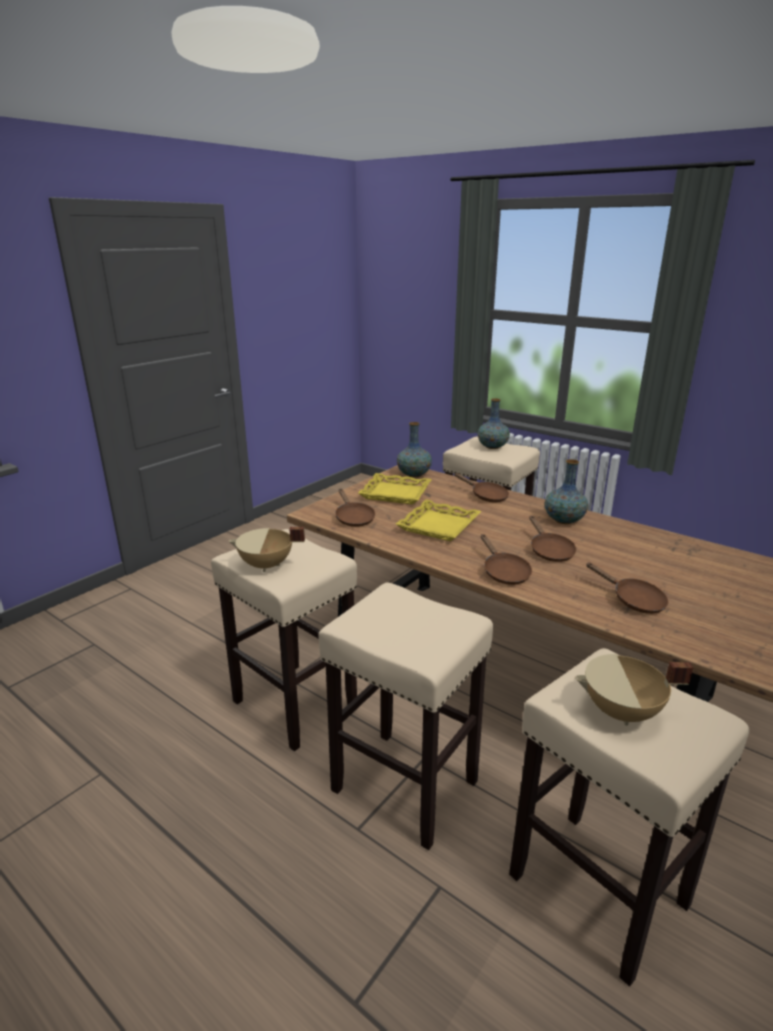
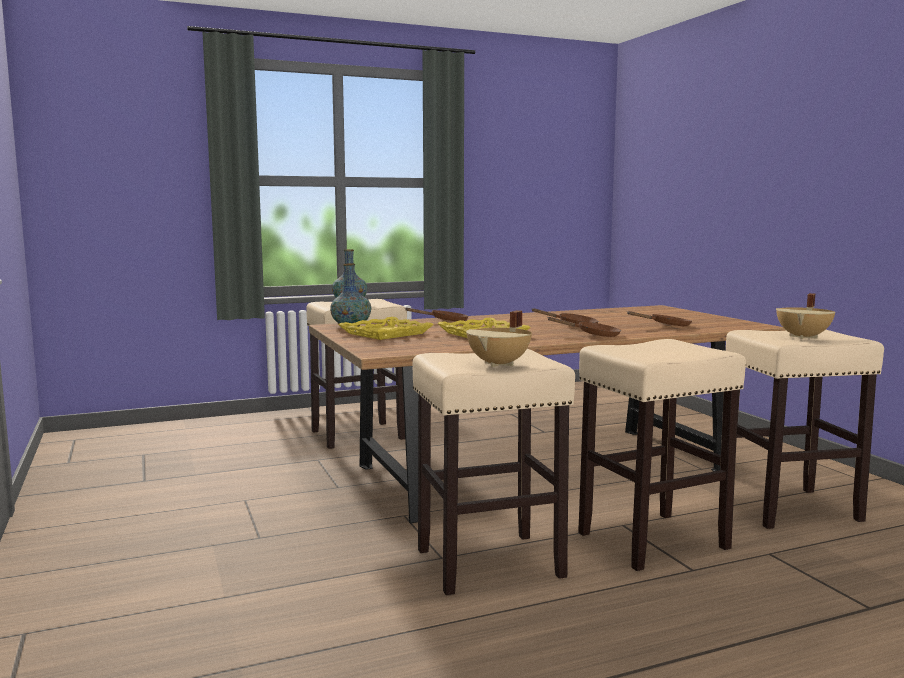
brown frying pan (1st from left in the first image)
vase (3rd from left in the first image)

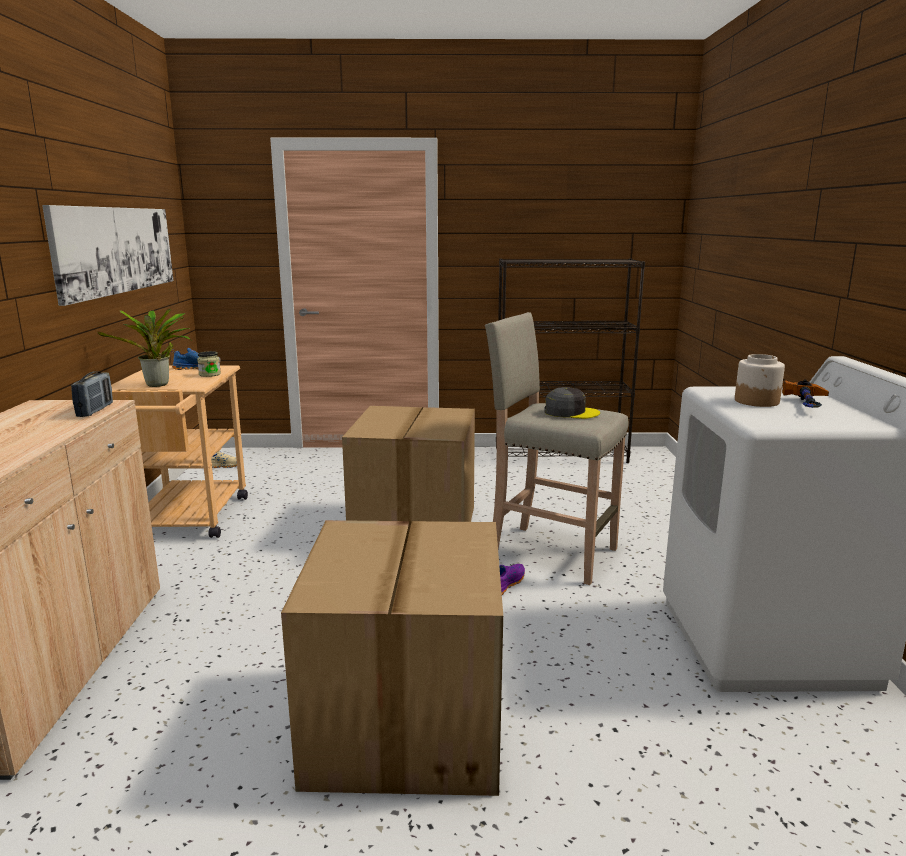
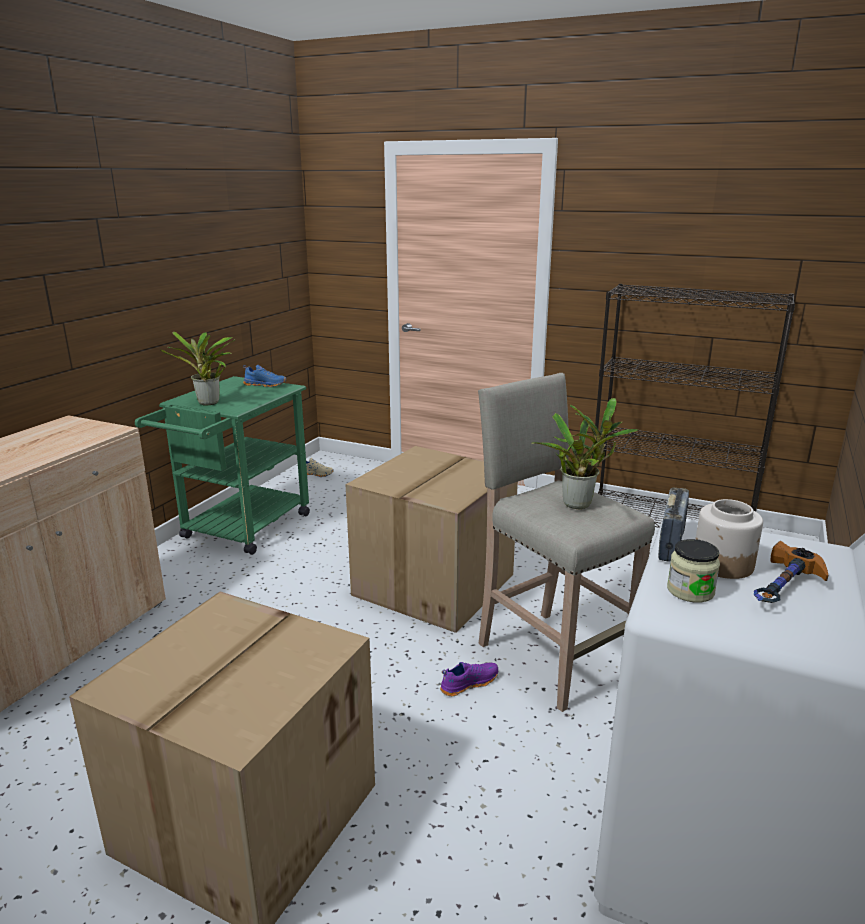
green cart
potted plant (2nd from left)
radio
jar (1st from left)
picture

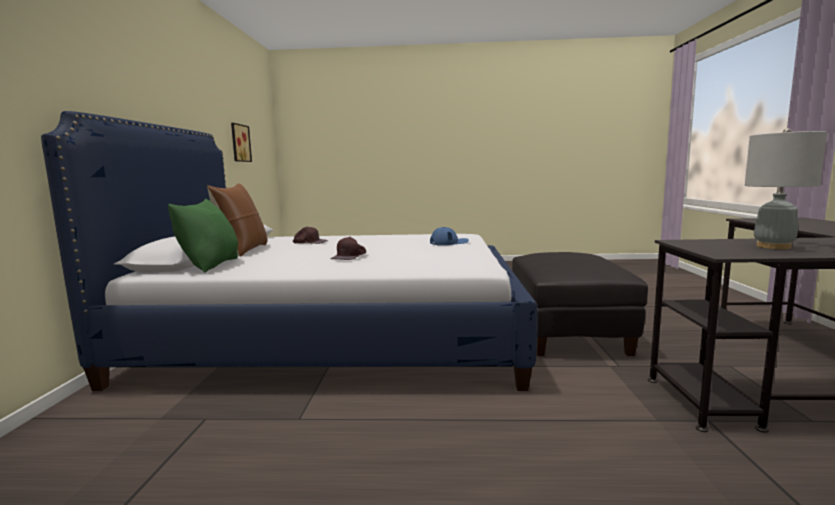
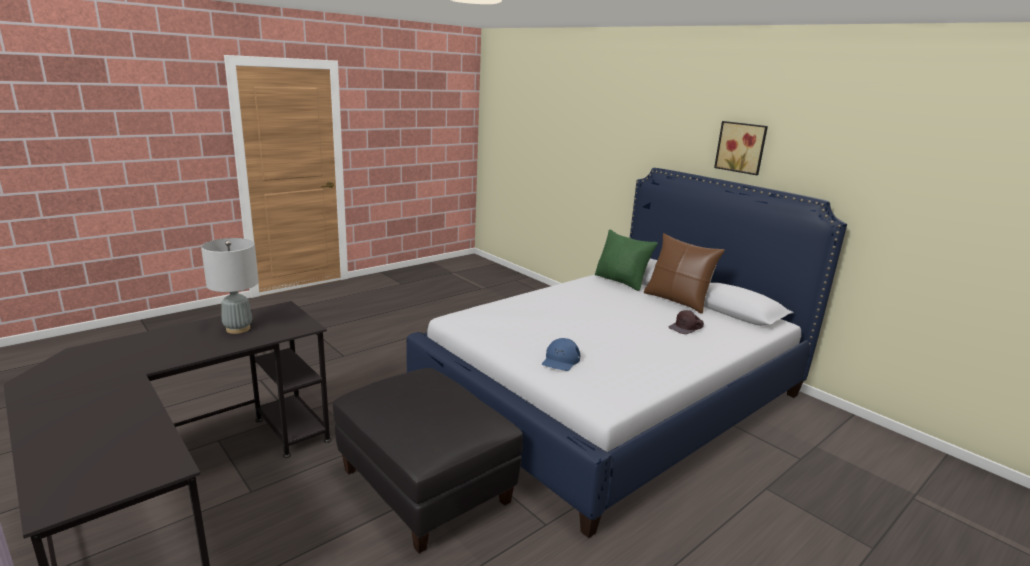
picture
brown cap (2nd from left in the first image)

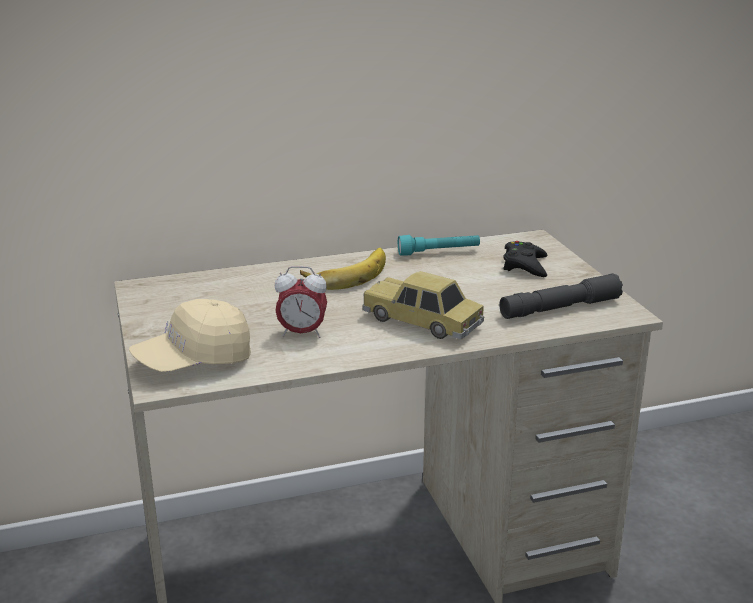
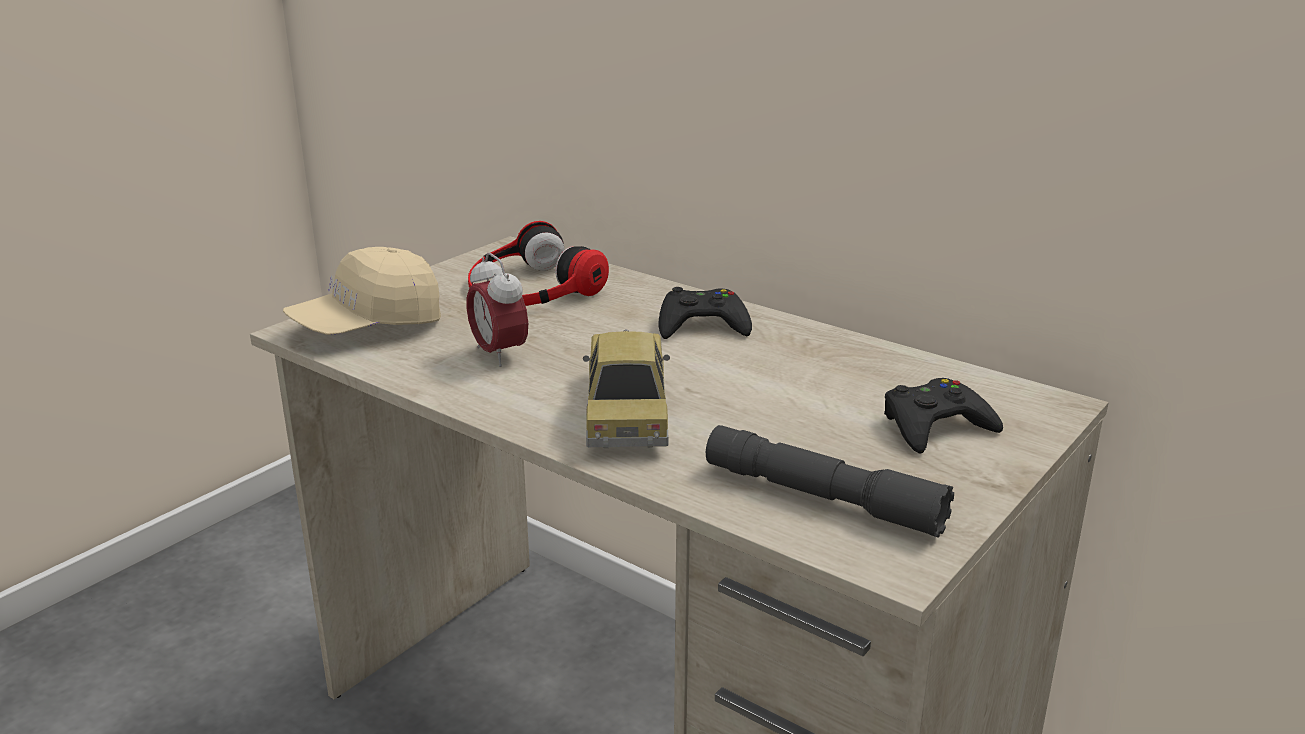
beige cap
headphones
black game controller (1st from left)
turquoise flashlight

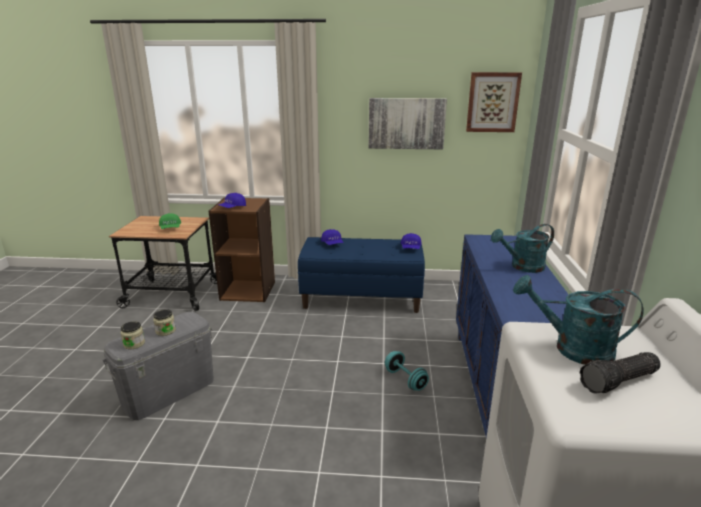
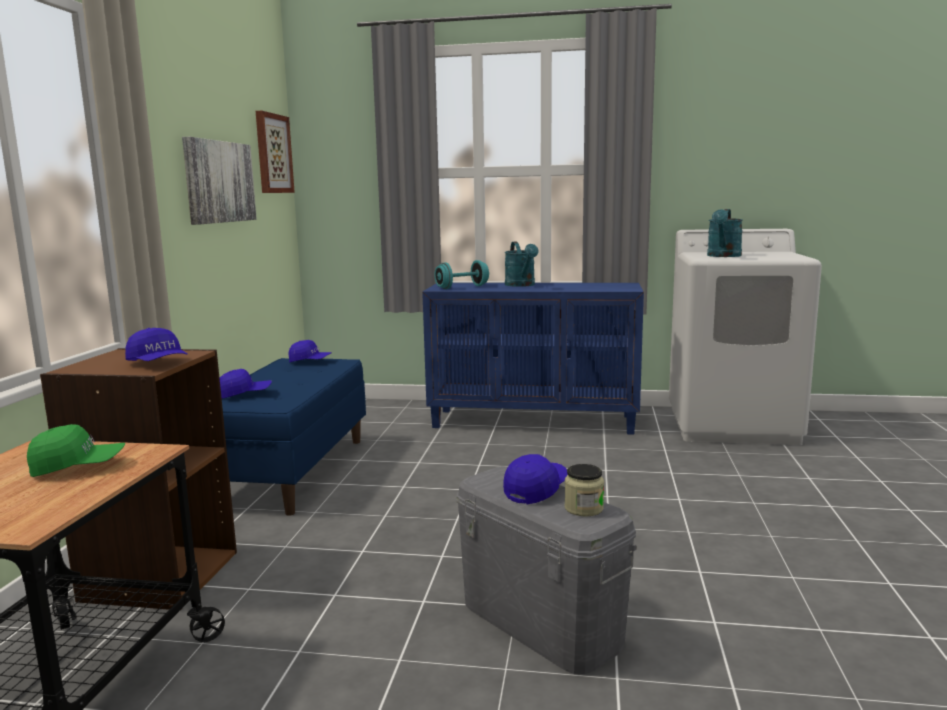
turquoise dumbbell
blue cap (4th from left)
flashlight

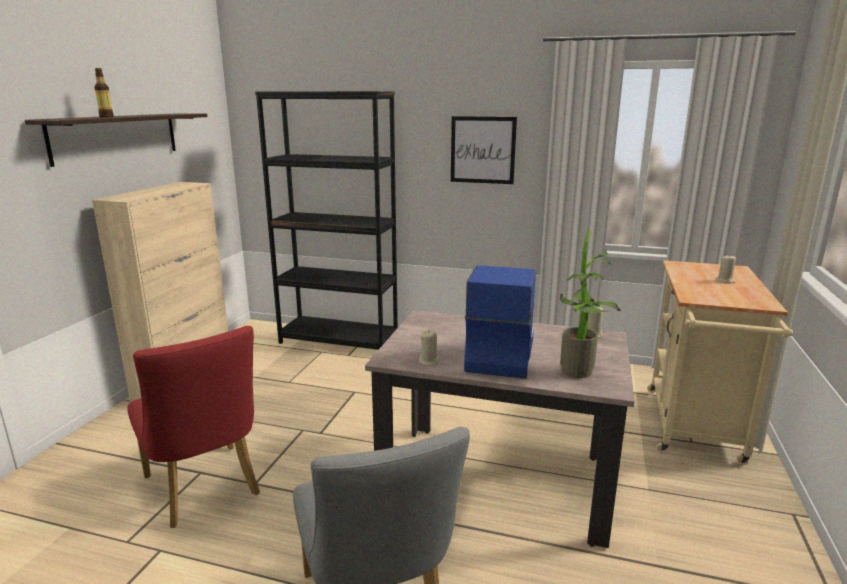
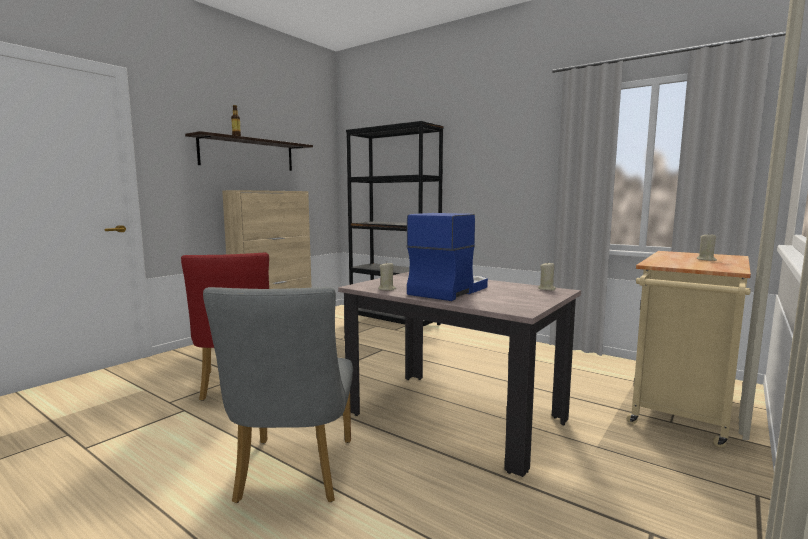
picture
potted plant

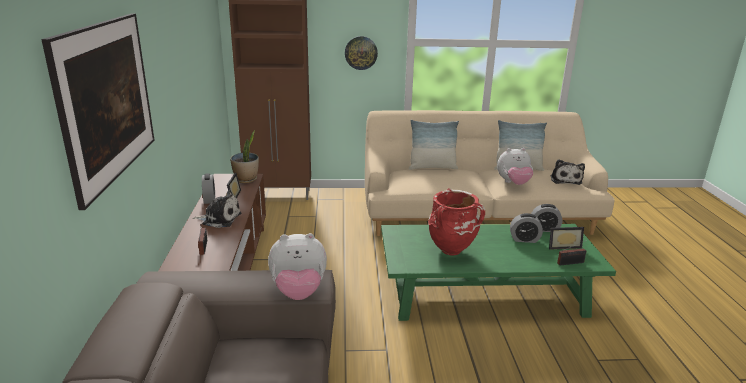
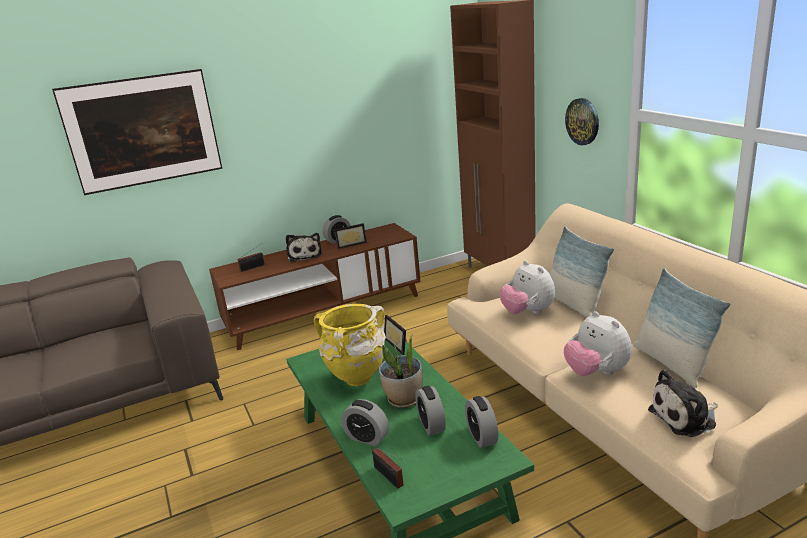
yellow vase
alarm clock (2nd from left)
potted plant
picture frame (2nd from left)
plush toy (2nd from left)

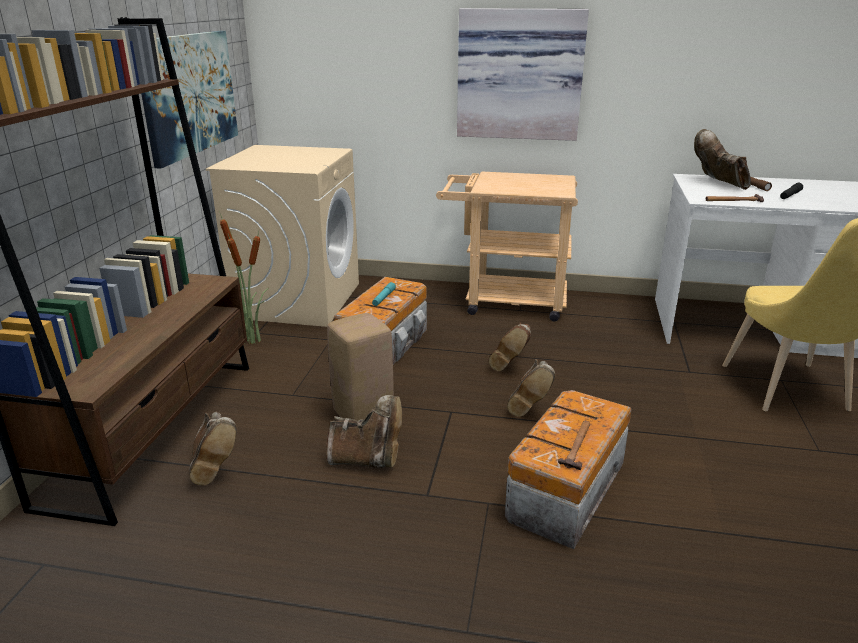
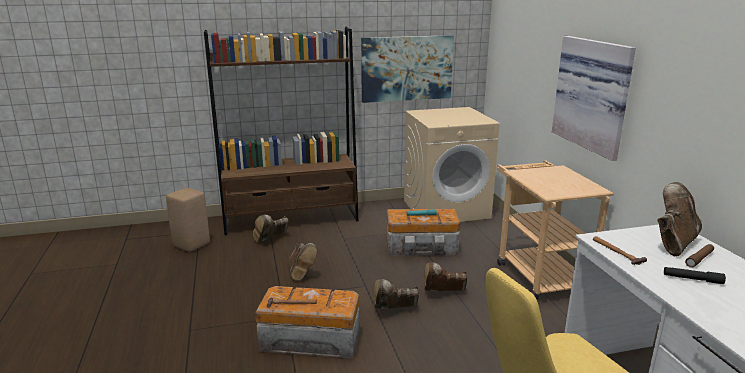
beige stool
potted plant

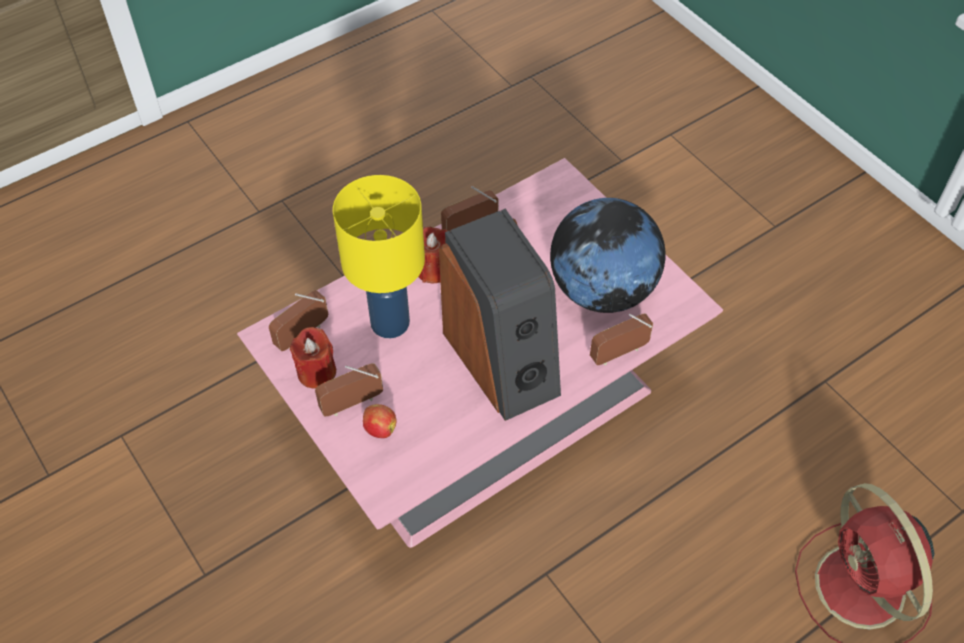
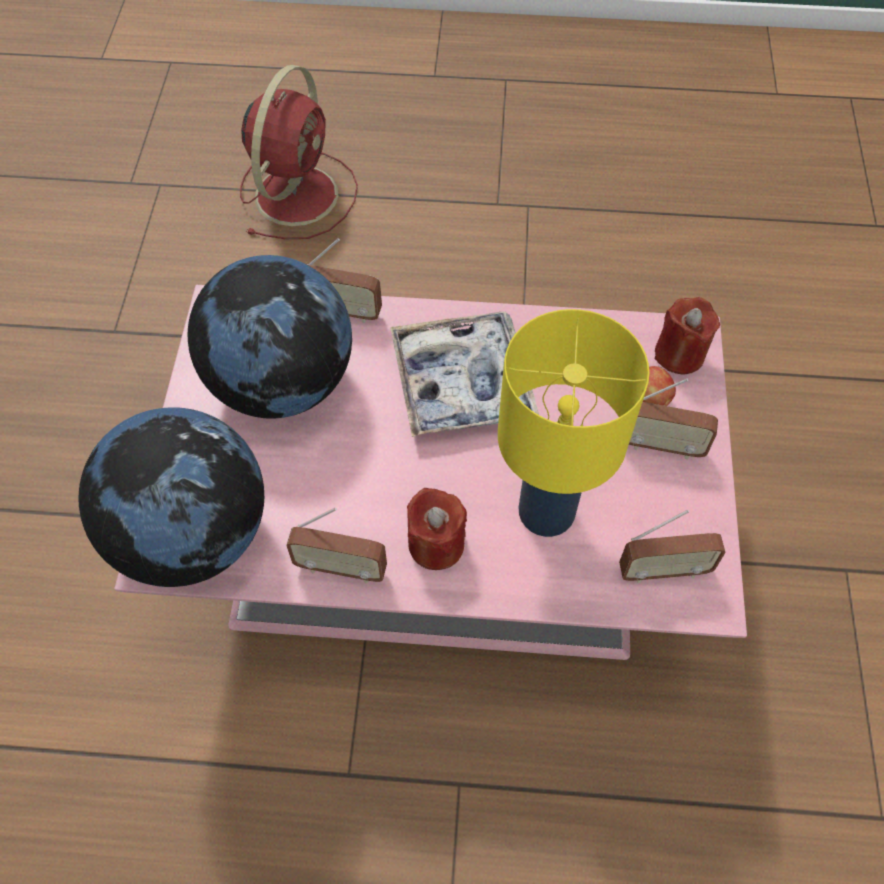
globe (1st from left)
tray
red candle (2nd from left)

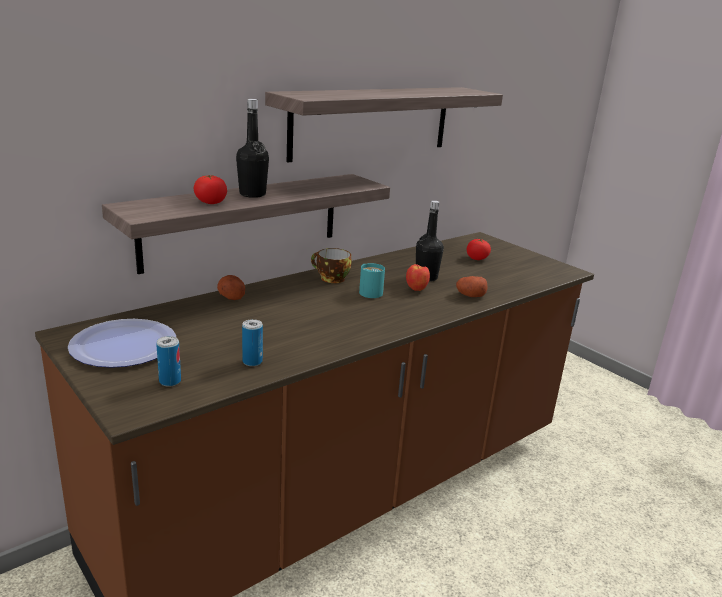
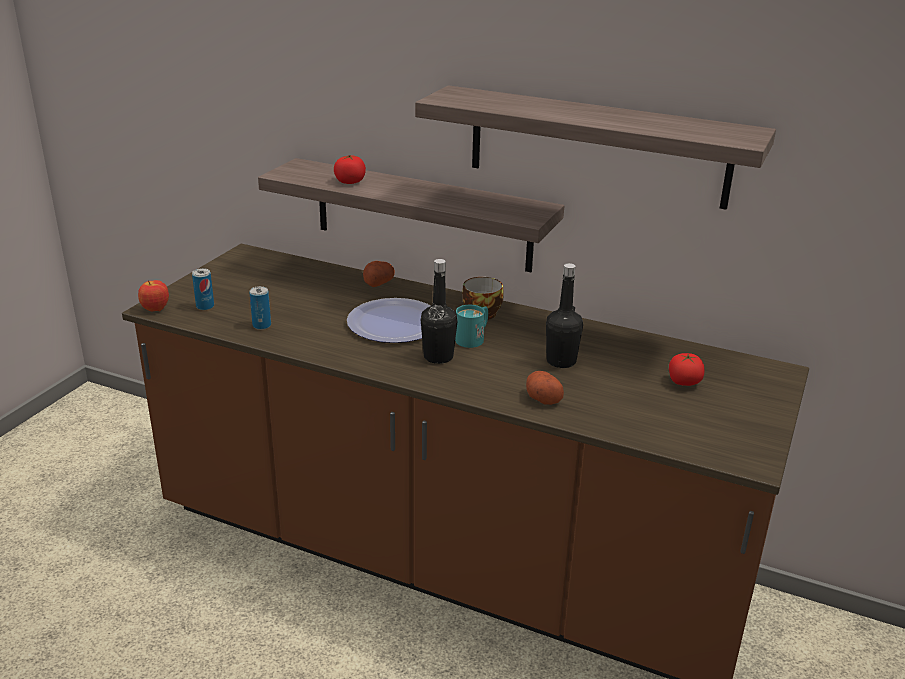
apple
plate
black bottle (1st from left)

